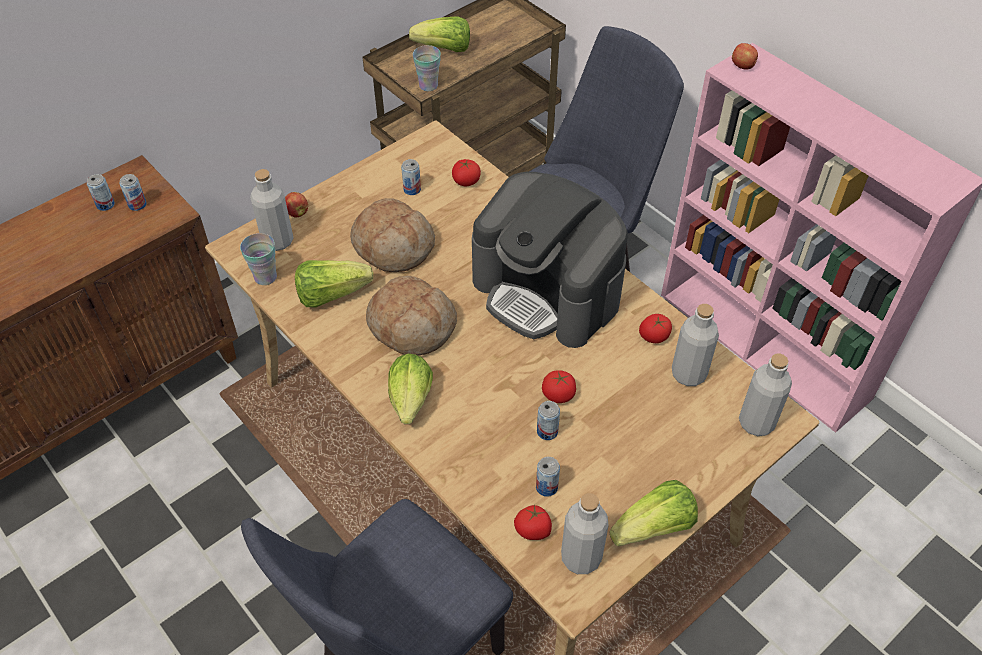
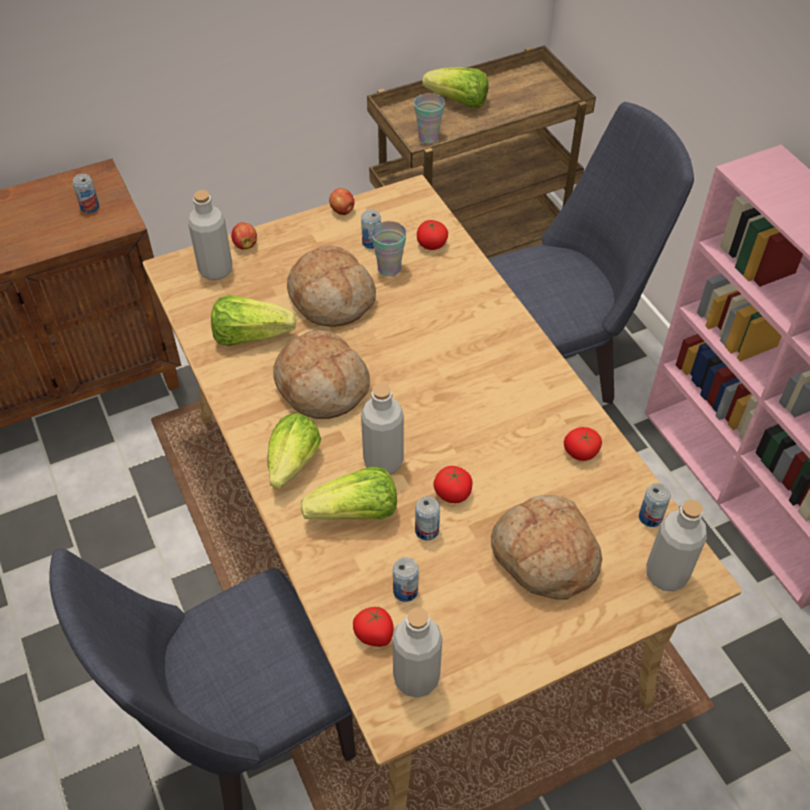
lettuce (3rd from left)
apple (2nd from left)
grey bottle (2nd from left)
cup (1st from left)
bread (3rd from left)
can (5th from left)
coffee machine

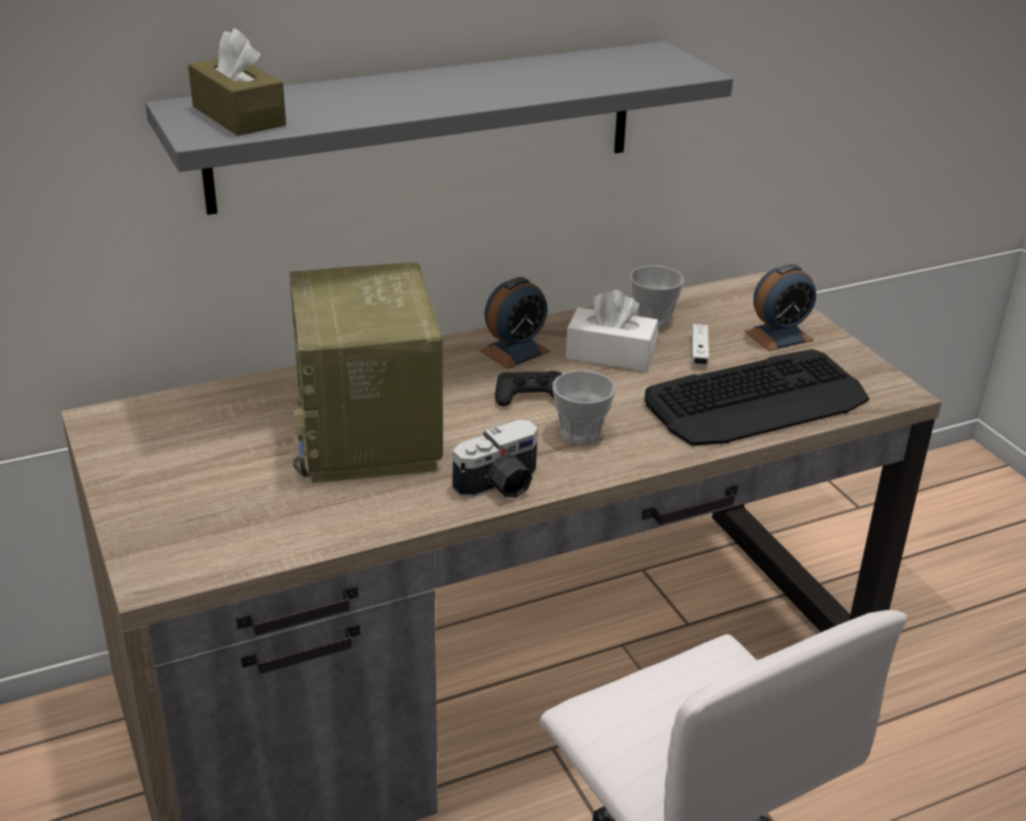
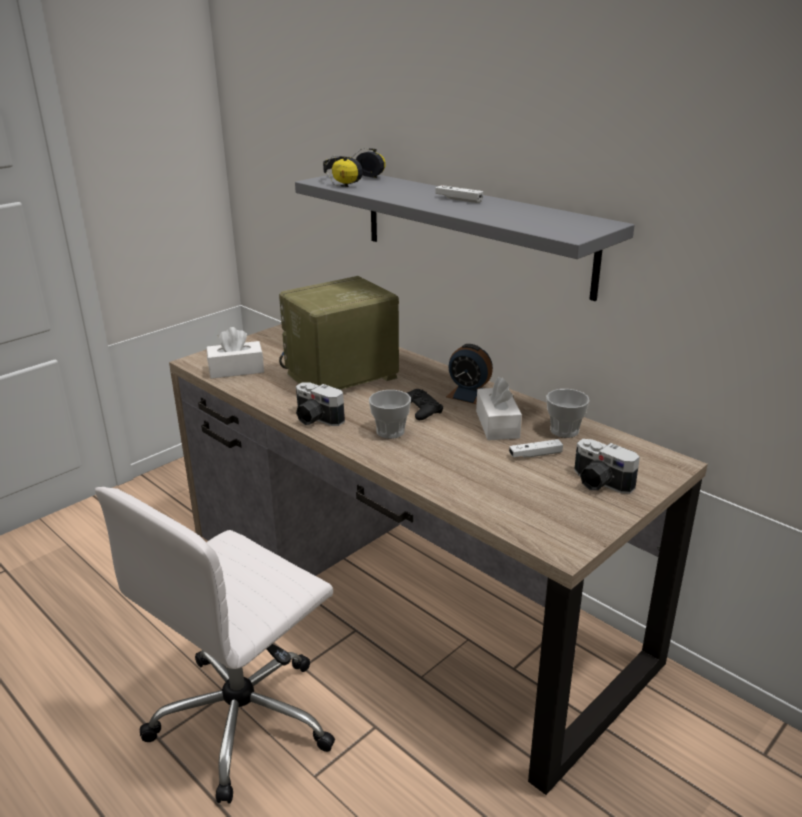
white tissue box (1st from left)
headphones
white game controller (1st from left)
photo camera (2nd from left)
keyboard

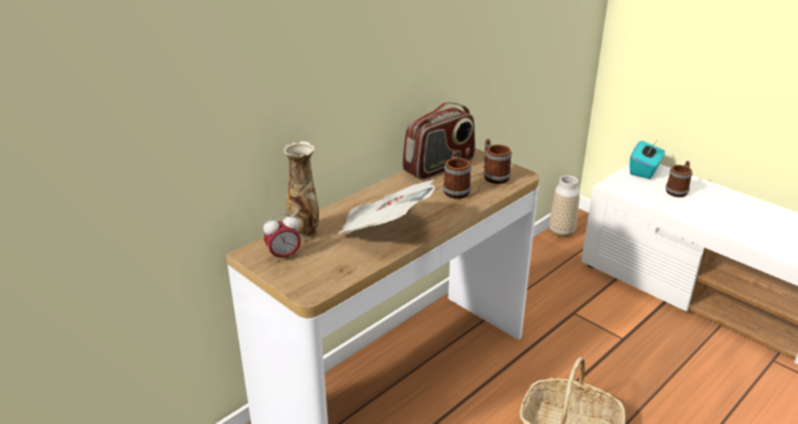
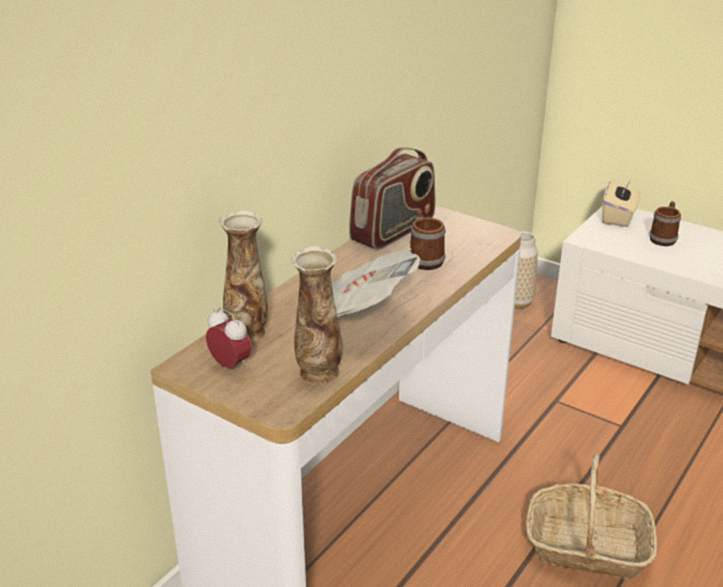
alarm clock
vase (2nd from left)
beige tissue box
mug (2nd from left in the first image)

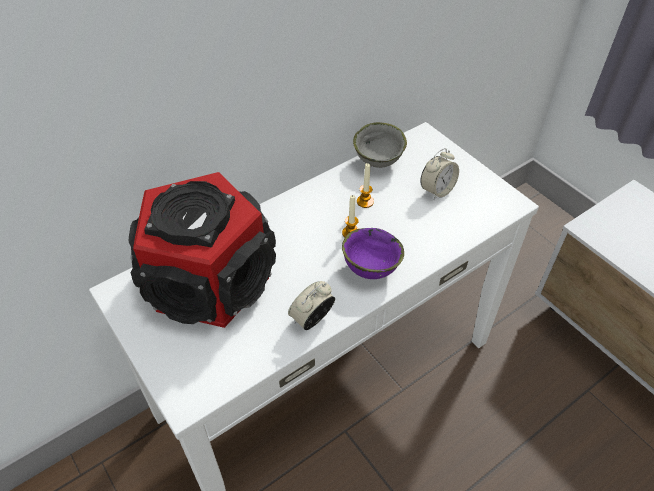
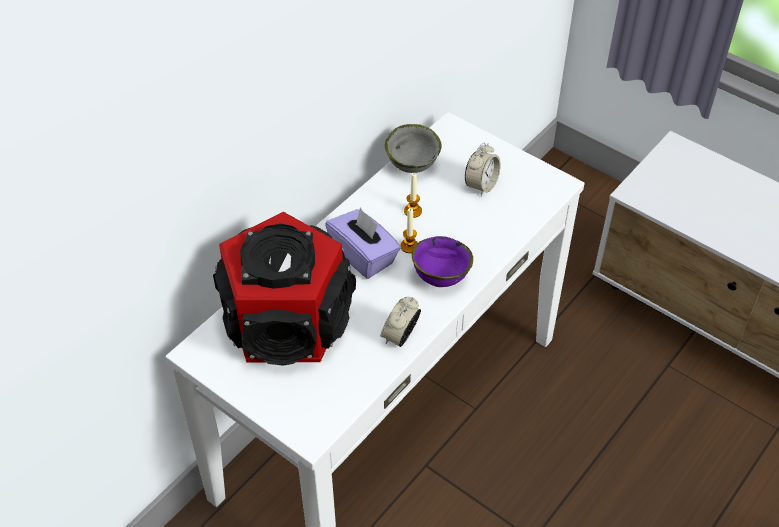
purple tissue box

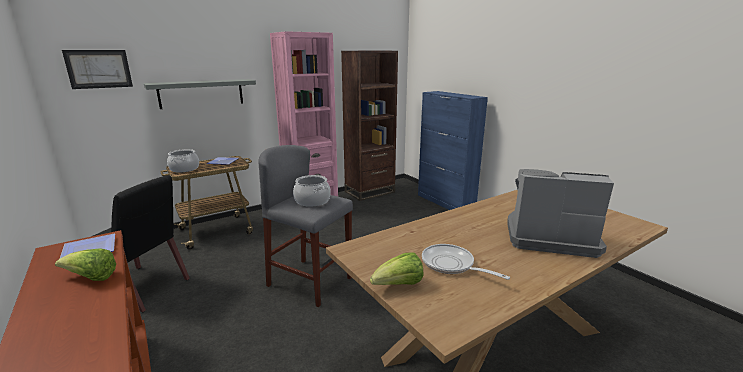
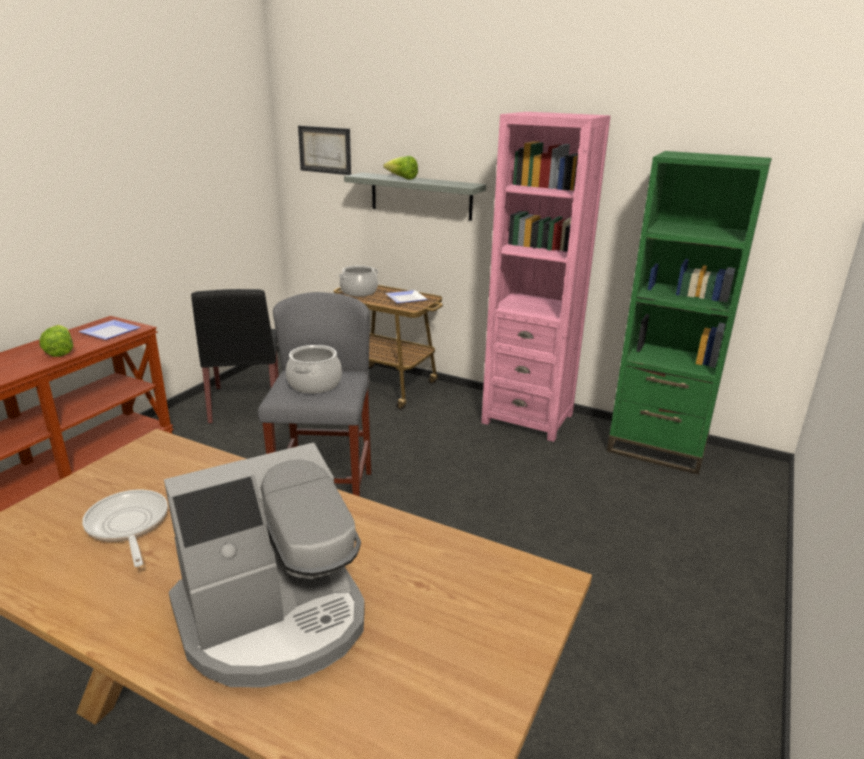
frying pan
coffee machine
lettuce (2nd from left)
green bookcase
blue cabinet

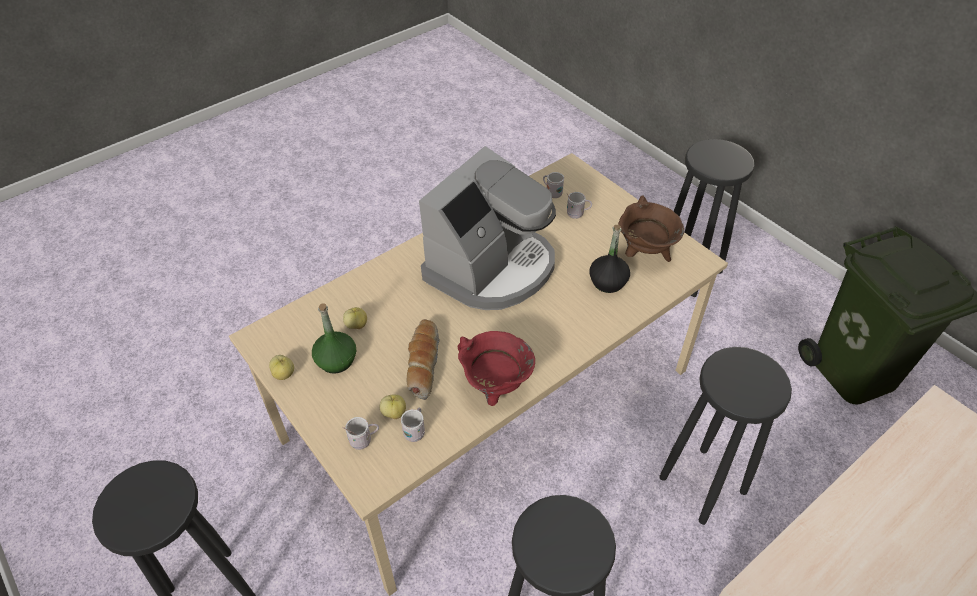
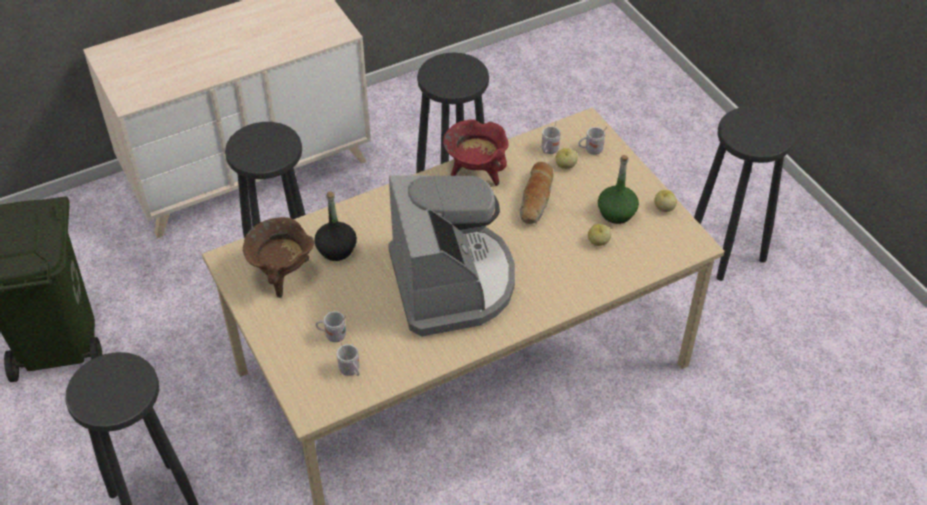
coffee machine

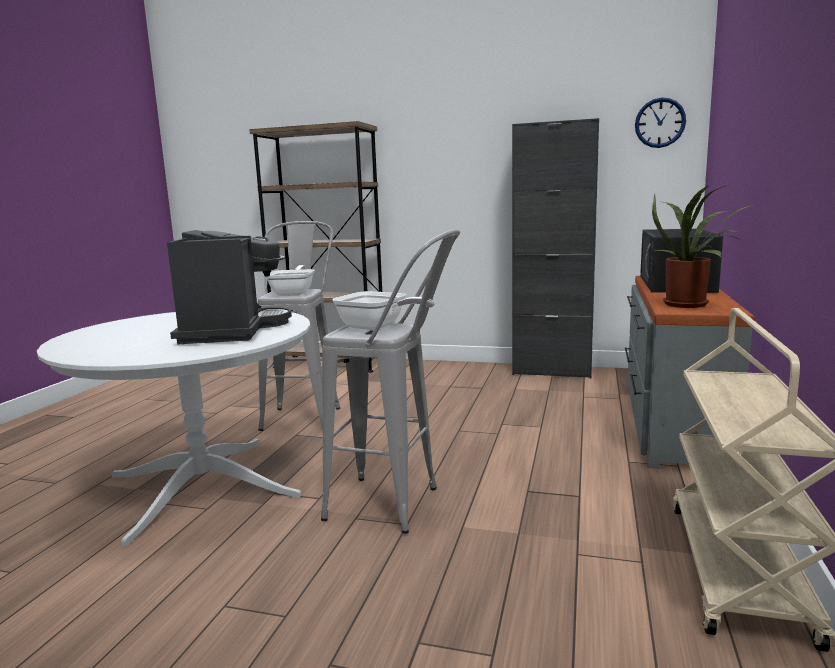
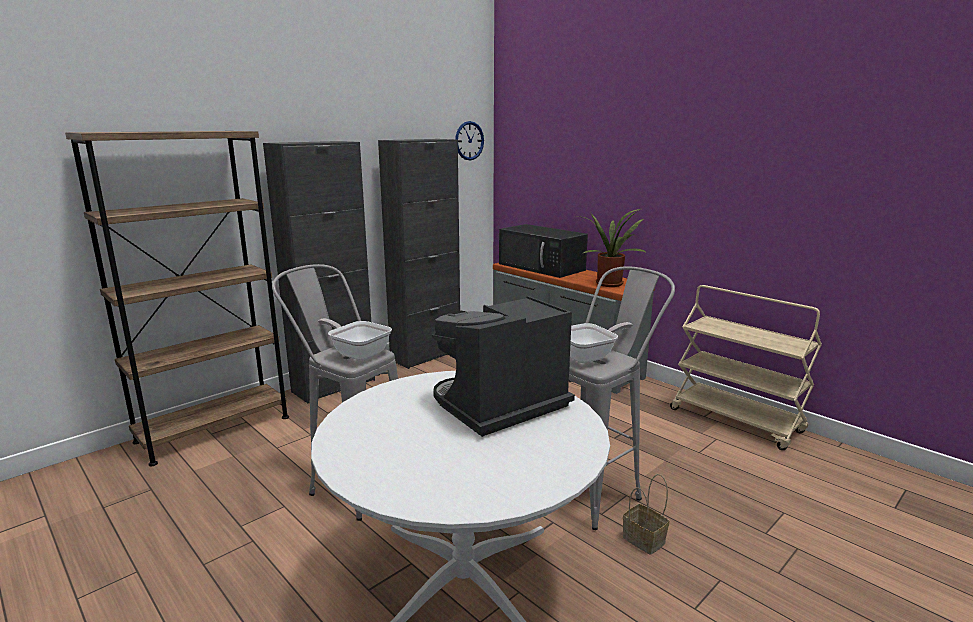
black cabinet (1st from left)
coffee machine
basket

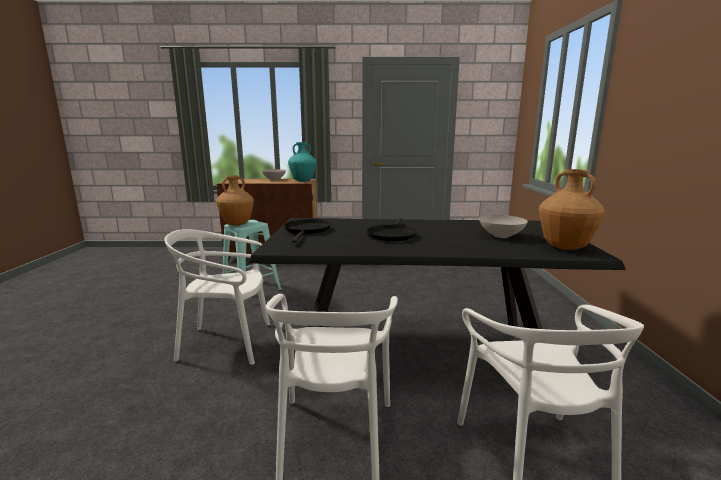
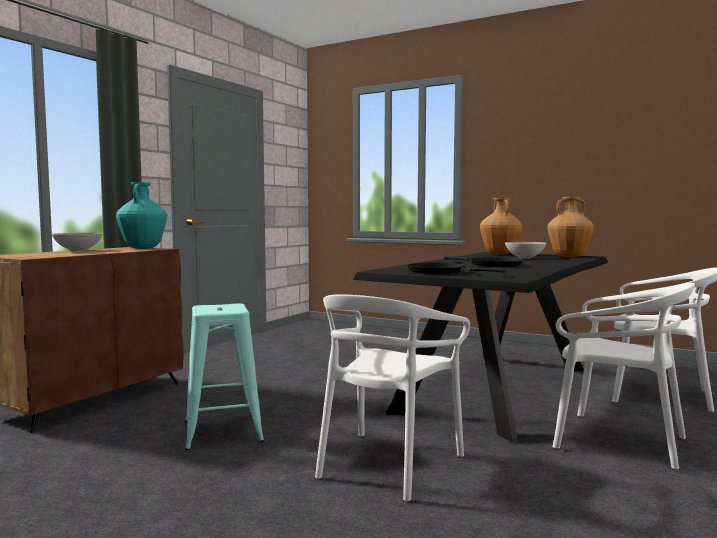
brown vase (1st from left)

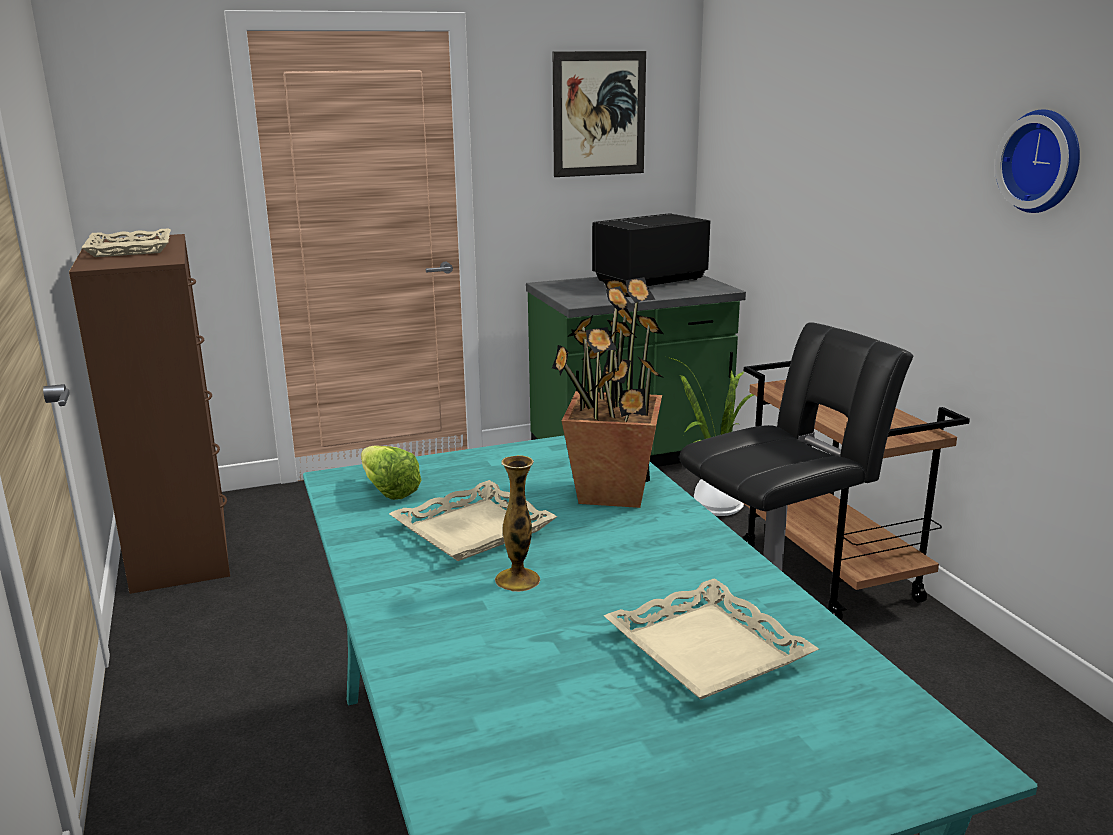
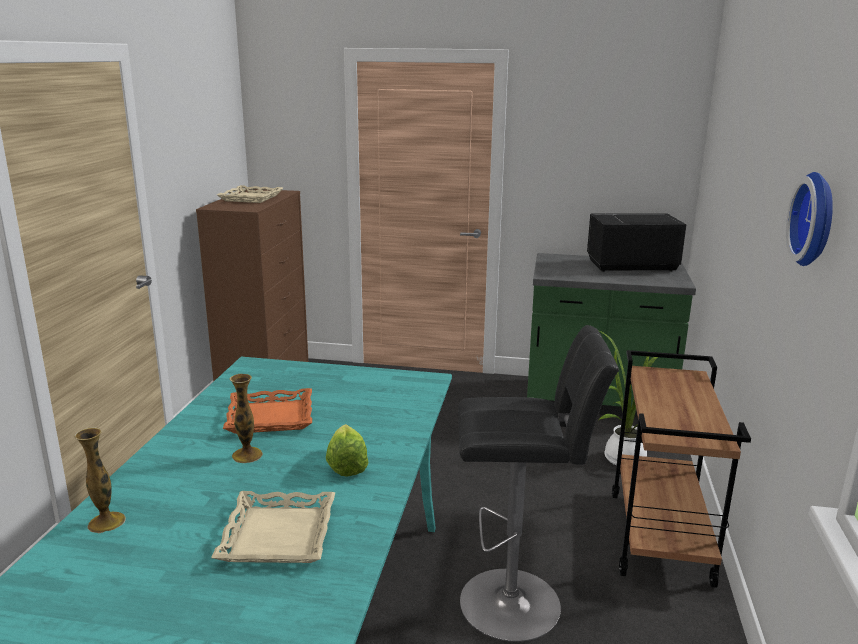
vase (1st from left)
orange tray
lettuce
potted plant (1st from left in the first image)
picture

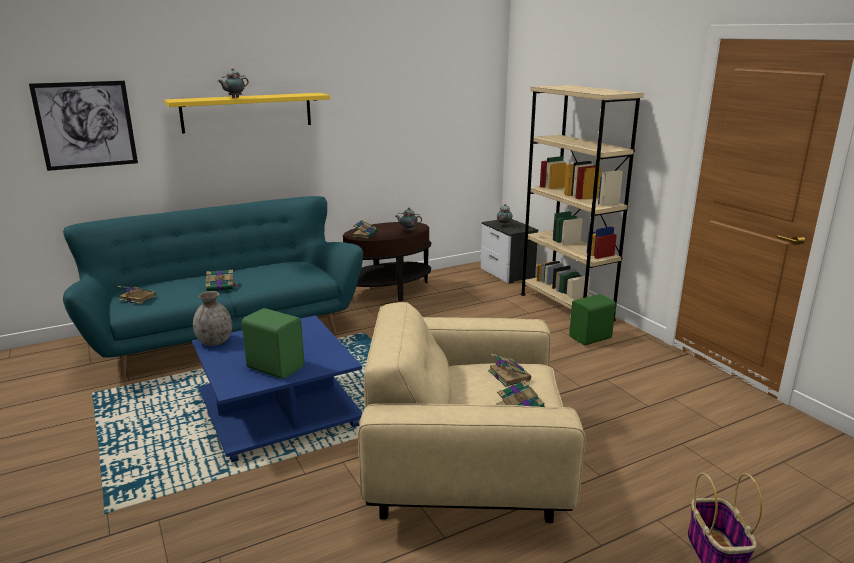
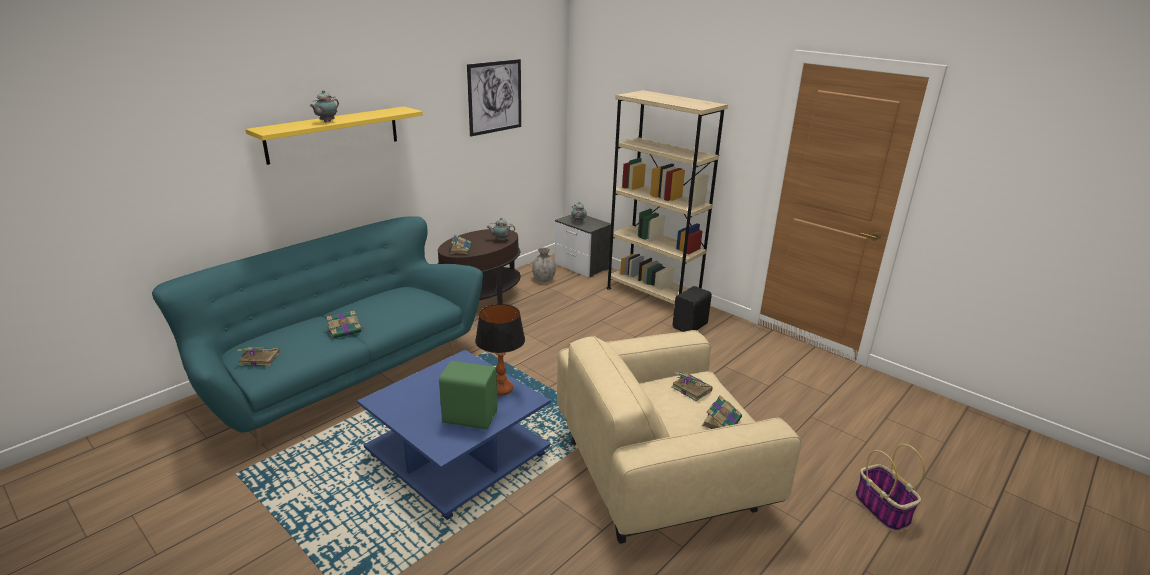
picture
table lamp
grey vase
black speaker

